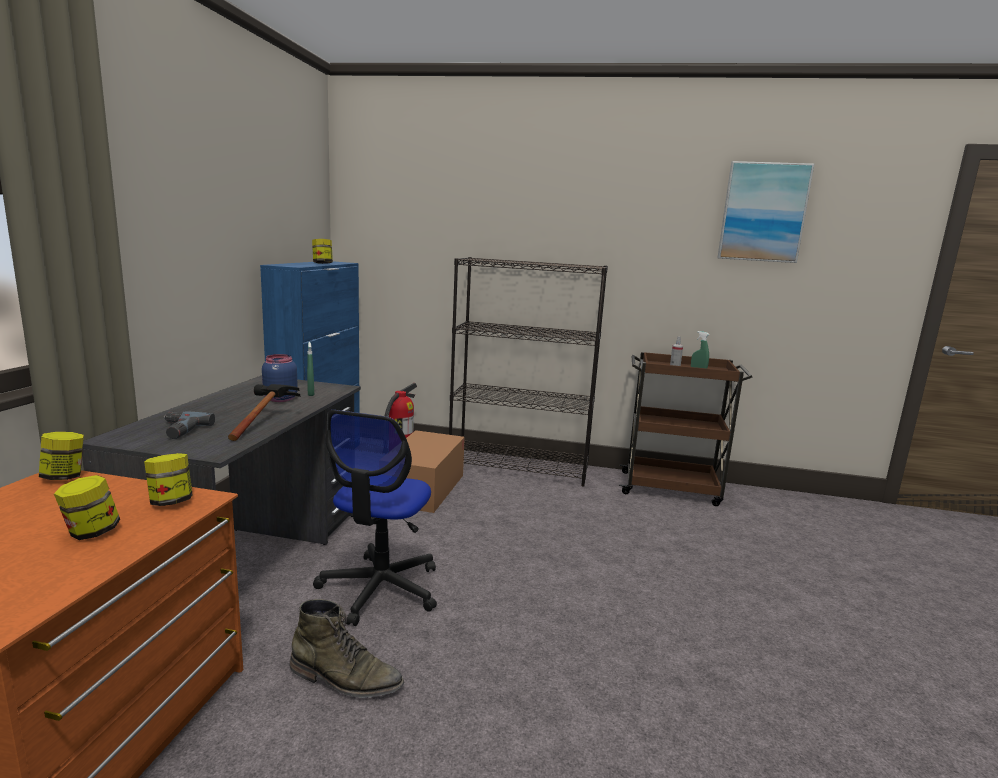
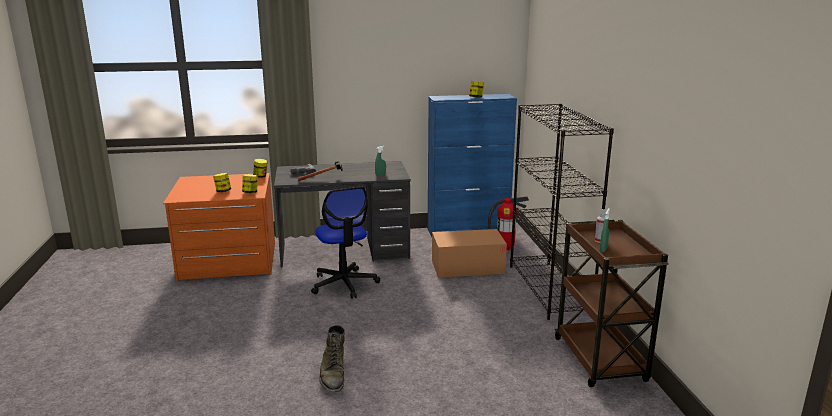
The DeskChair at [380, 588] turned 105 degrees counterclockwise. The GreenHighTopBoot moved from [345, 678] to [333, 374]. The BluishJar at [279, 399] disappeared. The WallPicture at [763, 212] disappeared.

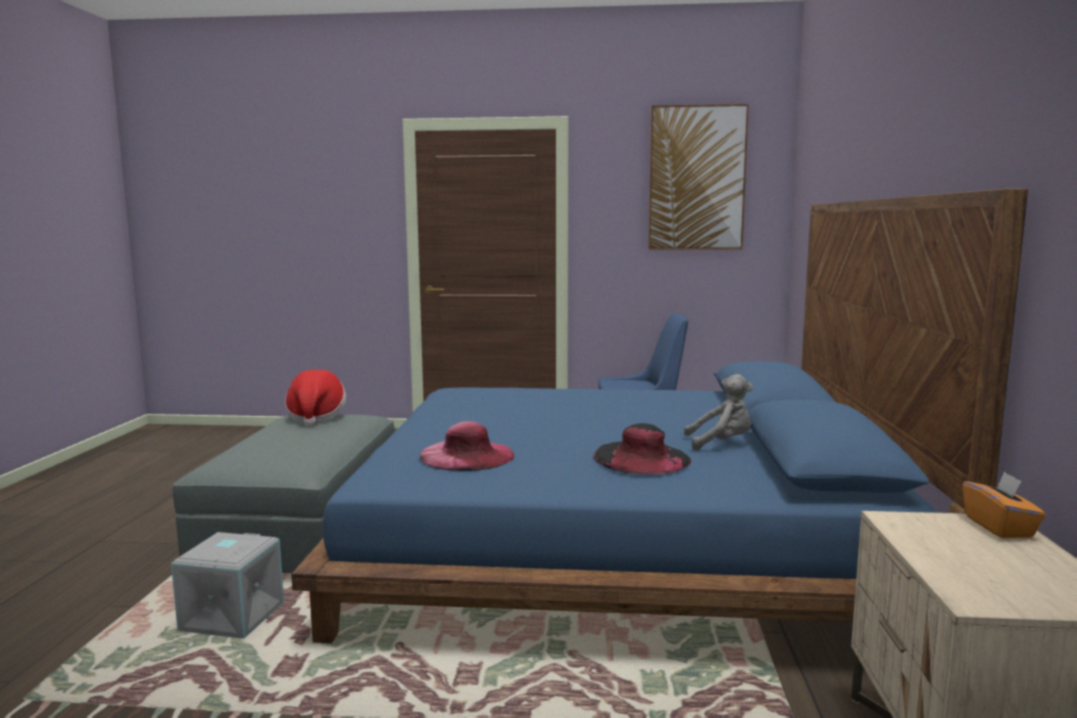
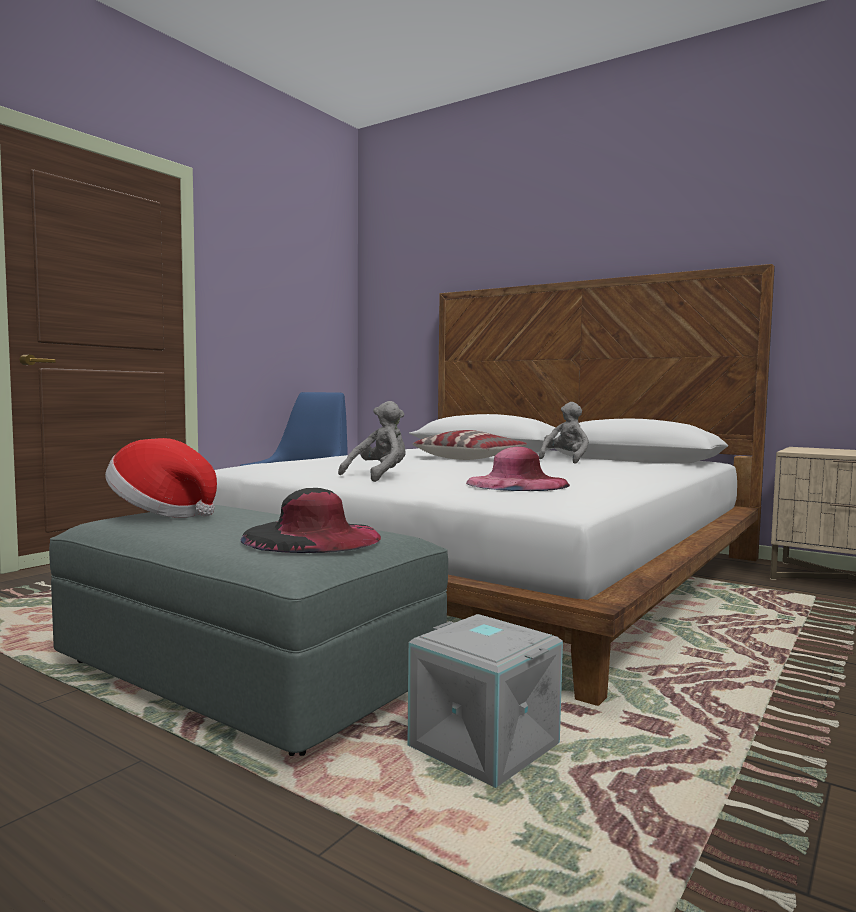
The BluishSleepingBed at [617, 539] became the WhiteSleepingBed at [488, 572]. The BlackishHat moved from [641, 458] to [312, 537]. The GreyishSoftToy at [379, 476] appeared. The ThrowPillow at [470, 458] appeared. The WallPicture at [696, 178] disappeared. The OrangeyTissueBox at [999, 527] disappeared.

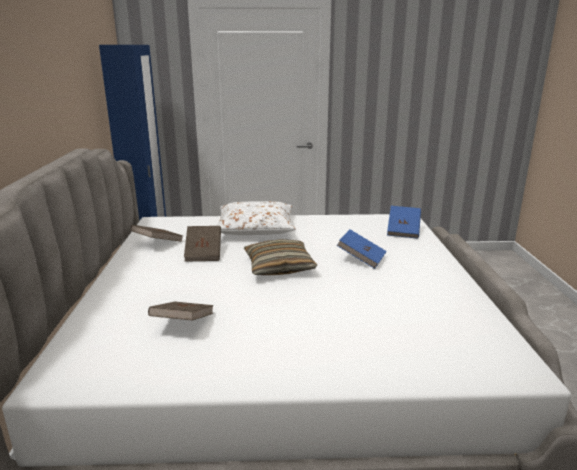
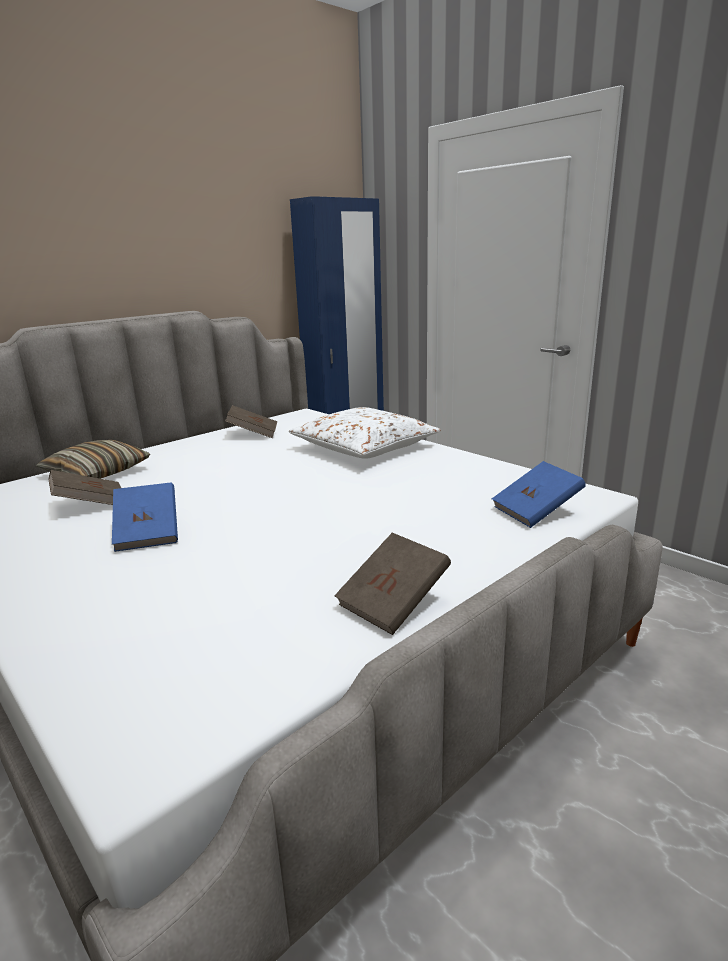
The ThrowPillow moved from [279, 267] to [96, 473]. The BluishVolume moved from [361, 259] to [148, 533]. The BrownVolume moved from [204, 253] to [393, 603].

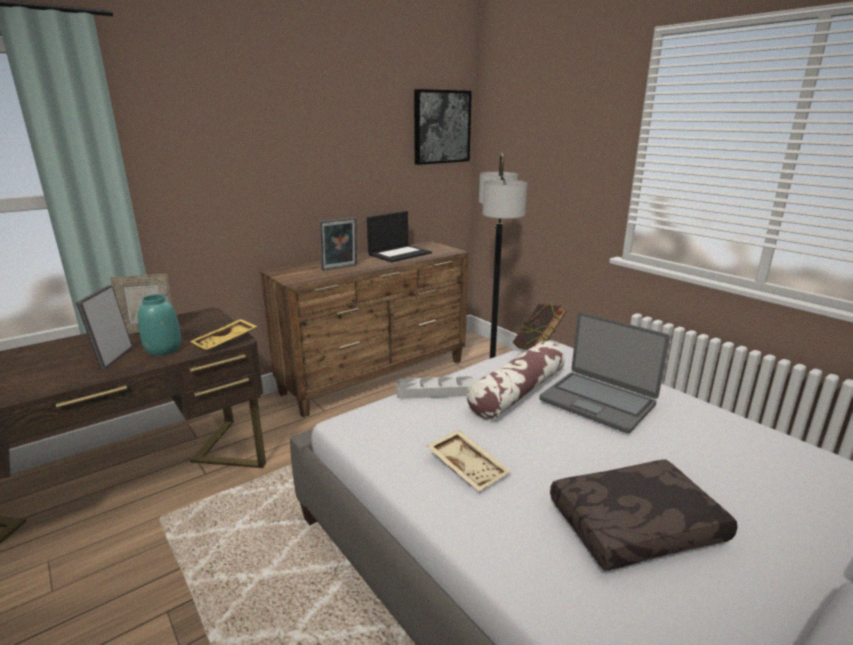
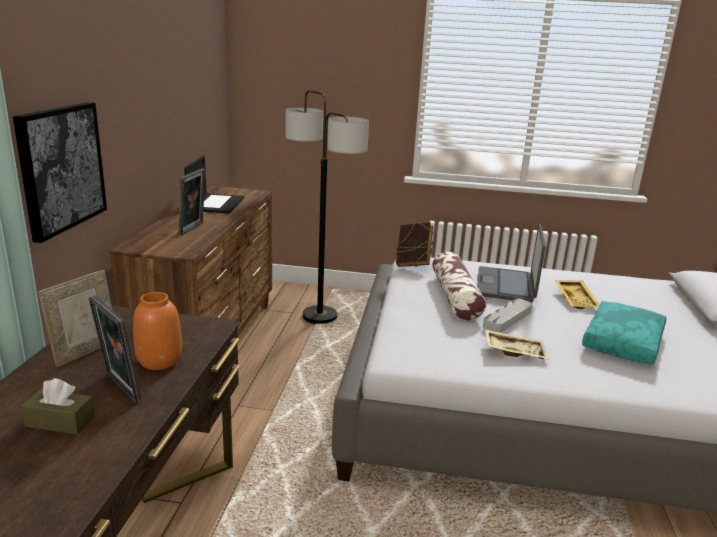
The WallPicture moved from [441, 127] to [61, 168]. The BrownTissueBox at [60, 421] appeared. The BlueGreenDecorativeVase at [164, 350] became the OrangeyDecorativeVase at [160, 360]. The PortableComputer at [598, 401] turned 105 degrees clockwise. The GreyishServingTray moved from [436, 391] to [507, 319]. The YellowishServingTray moved from [226, 342] to [576, 300]. The BrownThrowPillow at [635, 527] became the BlueGreenThrowPillow at [624, 343].

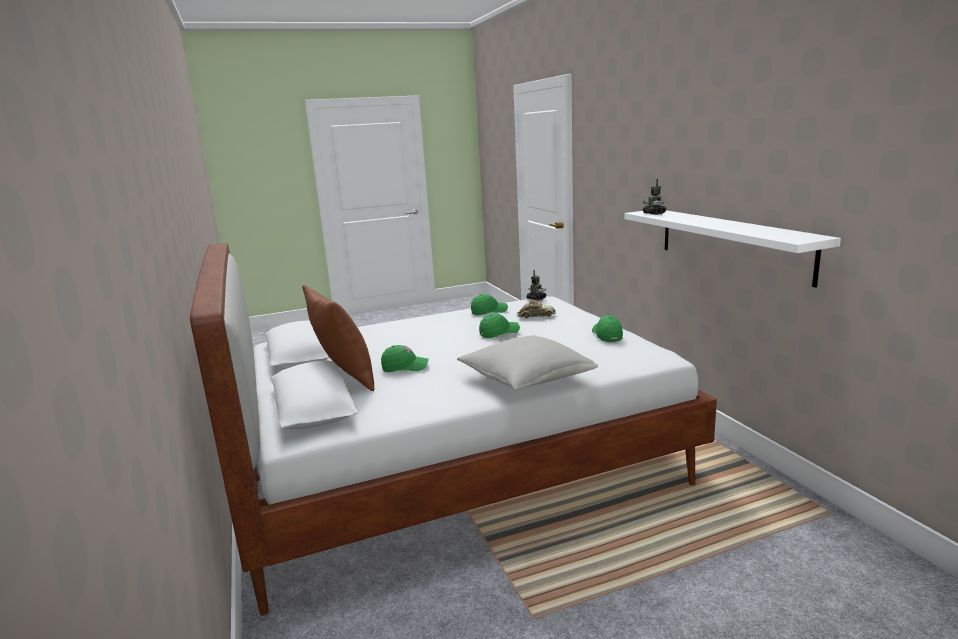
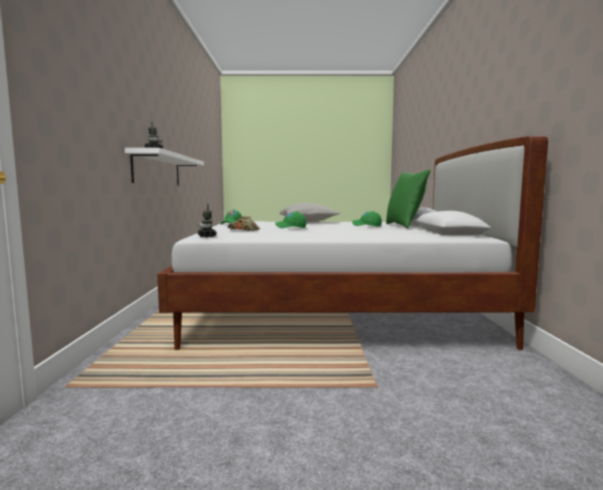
The BrownThrowPillow at [344, 378] became the GreenThrowPillow at [404, 226]. The GreenBaseballCap at [489, 311] disappeared.

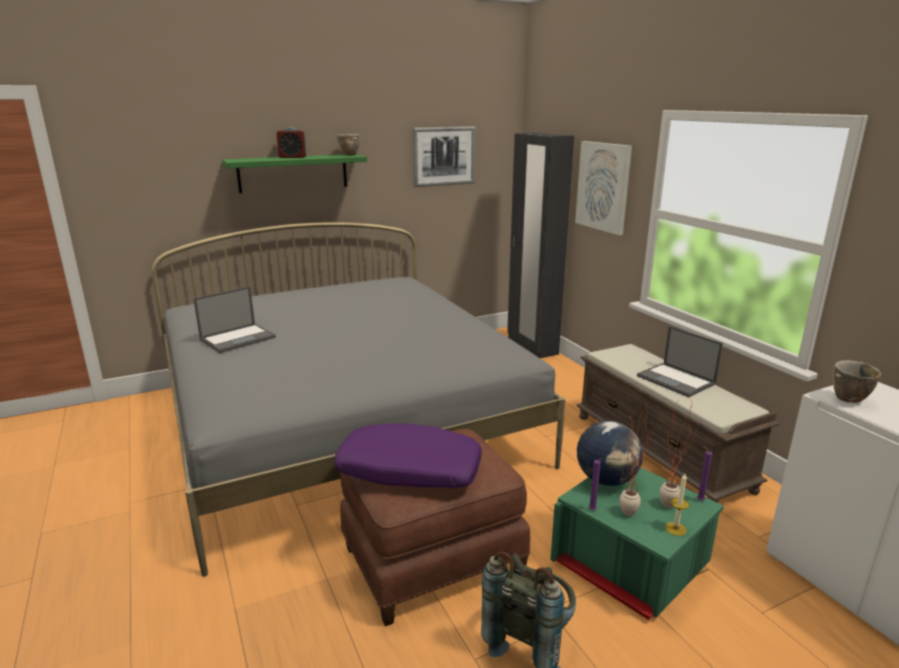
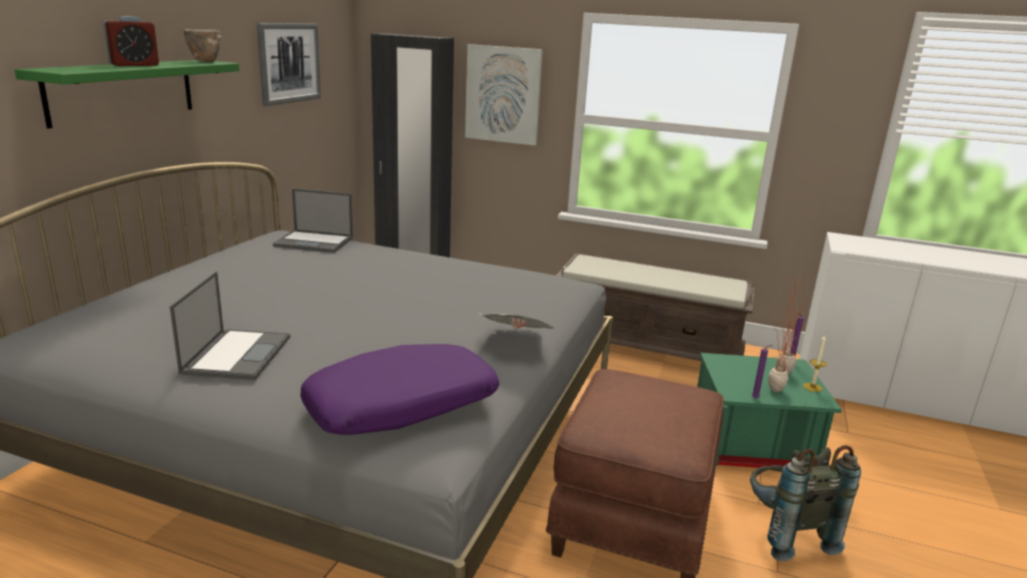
The PortableComputer moved from [676, 380] to [315, 242]. The PurpleColouredThrowPillow moved from [409, 471] to [401, 407]. The DailyPaper at [517, 340] appeared. The DeskGlobe at [606, 479] disappeared. The Bowl at [847, 400] disappeared.

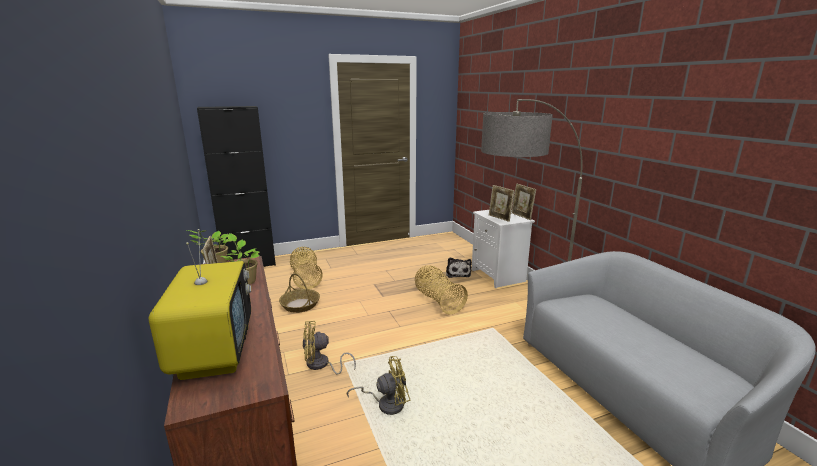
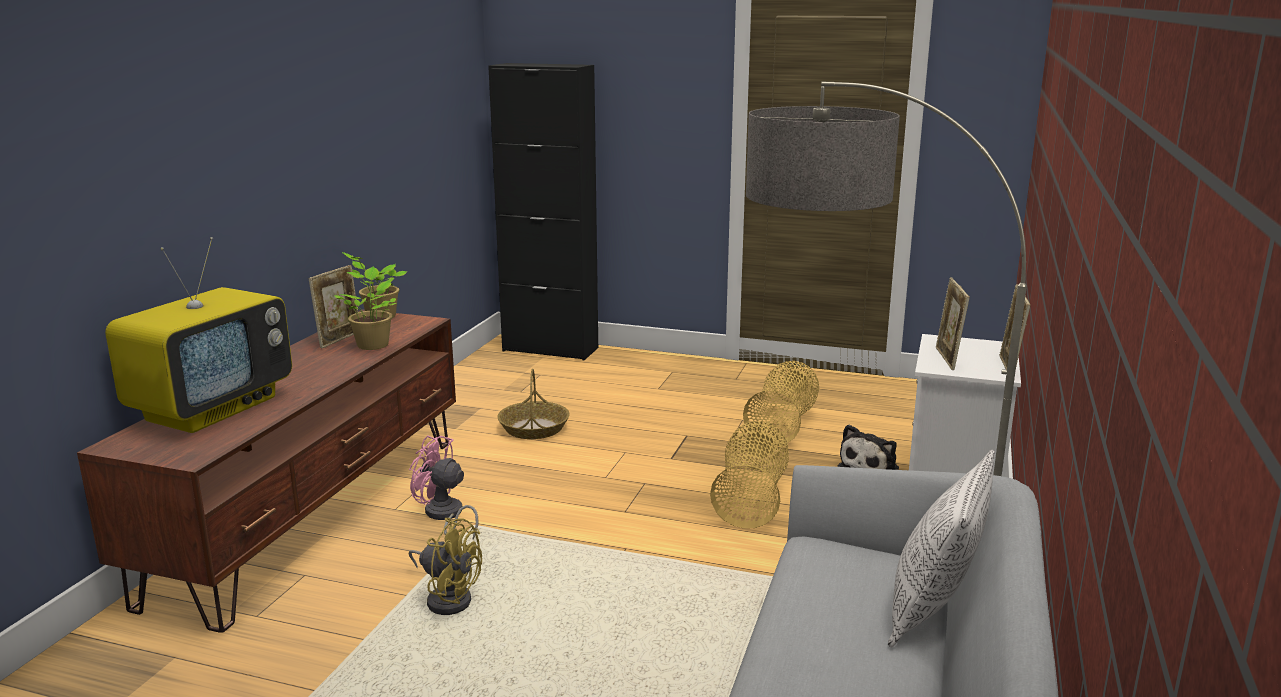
The YellowishFan at [321, 365] became the PinkishFan at [445, 516]. The StorageBasket moved from [306, 278] to [783, 425]. The ThrowPillow at [932, 611] appeared.

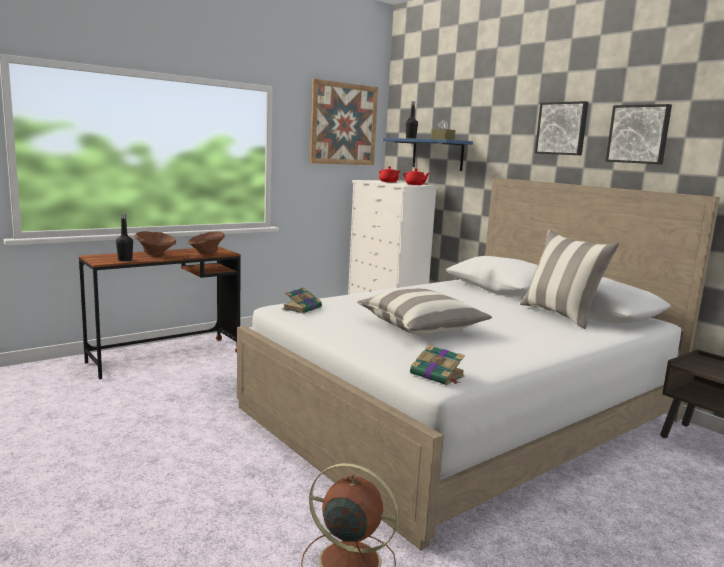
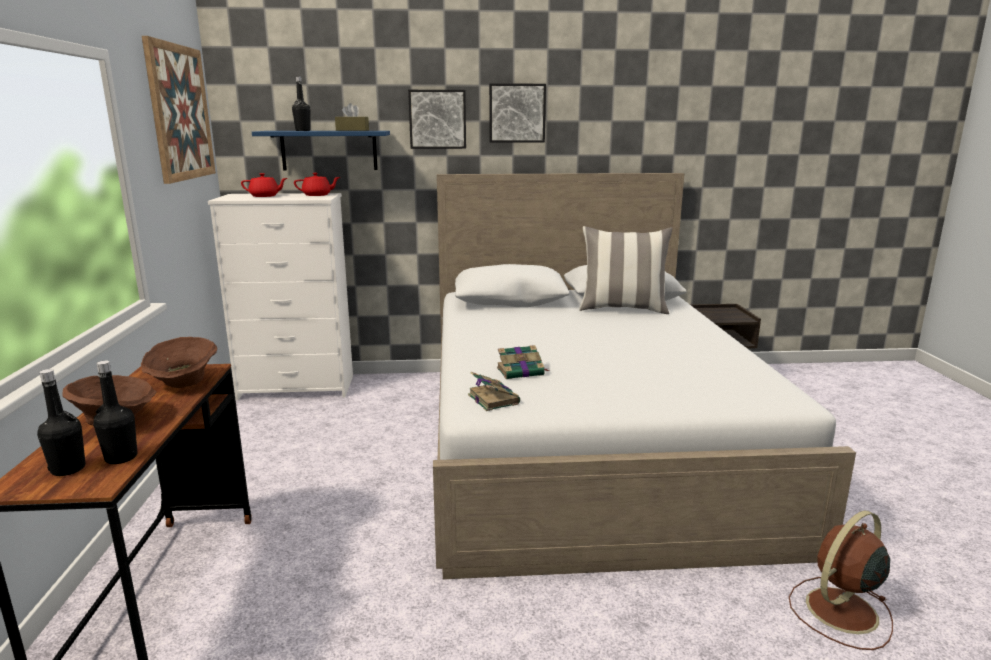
The BlackishBottle at [68, 469] appeared. The WallPicture moved from [639, 134] to [437, 119]. The Volume moved from [438, 375] to [521, 371]. The ThrowPillow at [420, 327] disappeared.

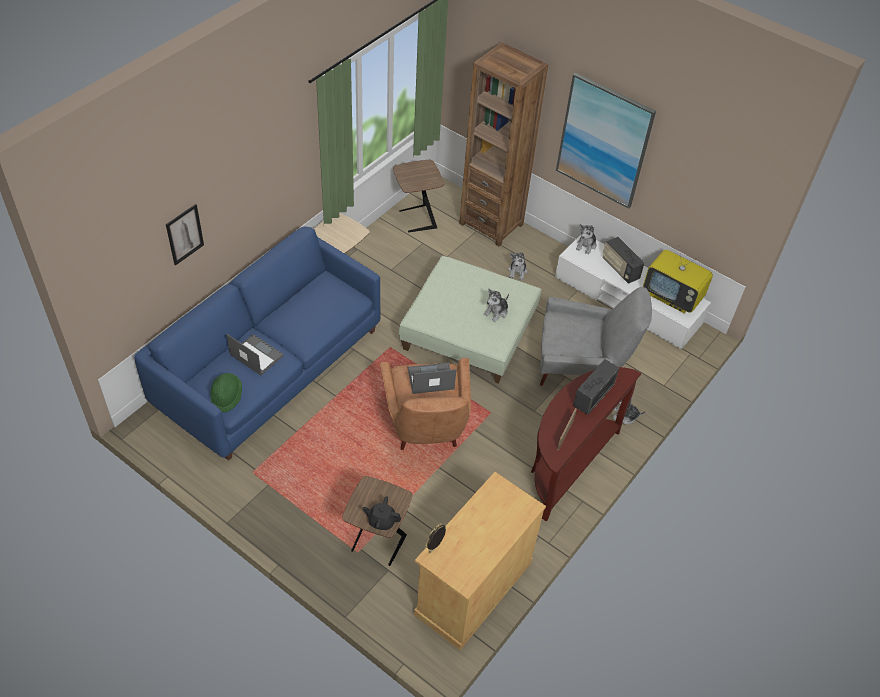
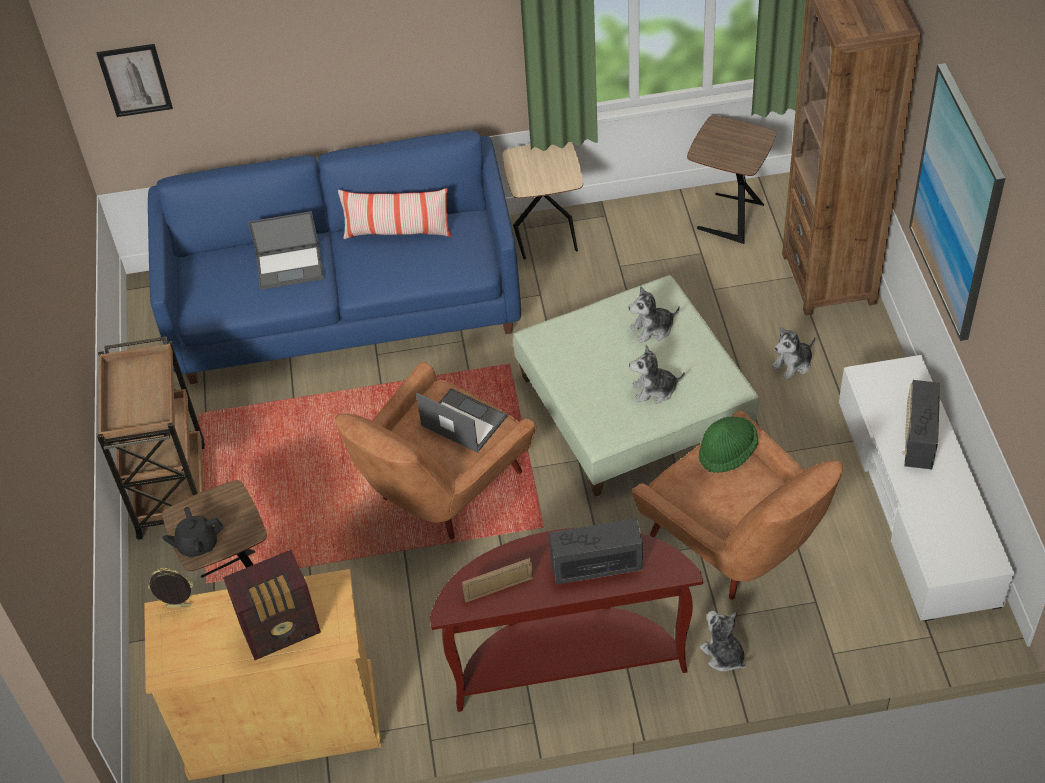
The WallPicture moved from [184, 234] to [135, 80]. The BrownTrolley at [171, 488] appeared. The BlackishPotForTea at [381, 521] turned 75 degrees counterclockwise. The RadioSet at [282, 630] appeared. The PortableComputer at [256, 355] turned 90 degrees clockwise. The ThrowPillow at [397, 232] appeared. The SoftToy moved from [586, 245] to [652, 329]. The GreyishEasyChair at [581, 367] became the BrownEasyChair at [736, 548]. The GreenHat moved from [226, 397] to [727, 452]. The Television at [673, 297] disappeared.

